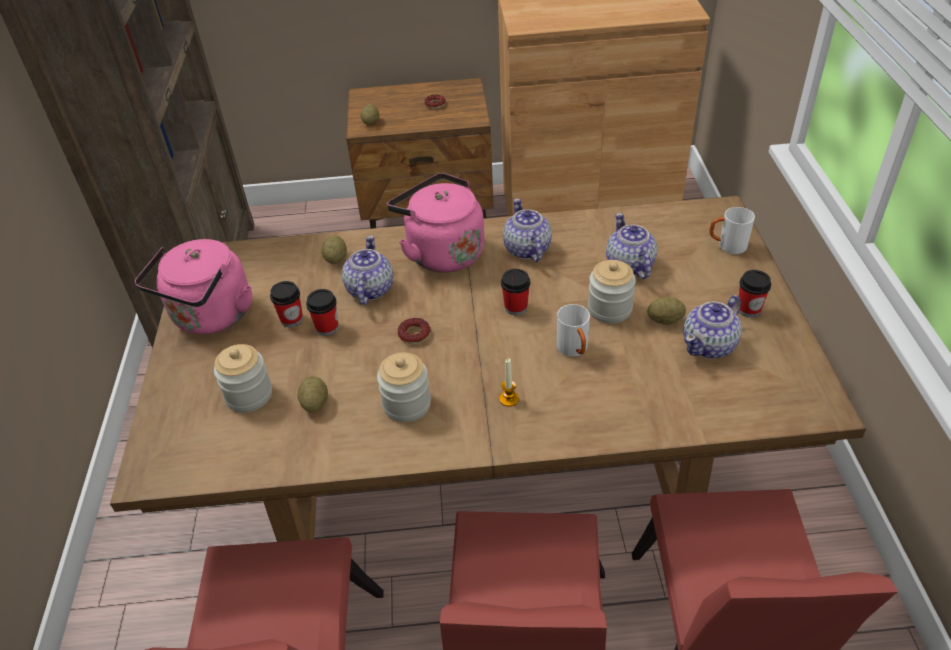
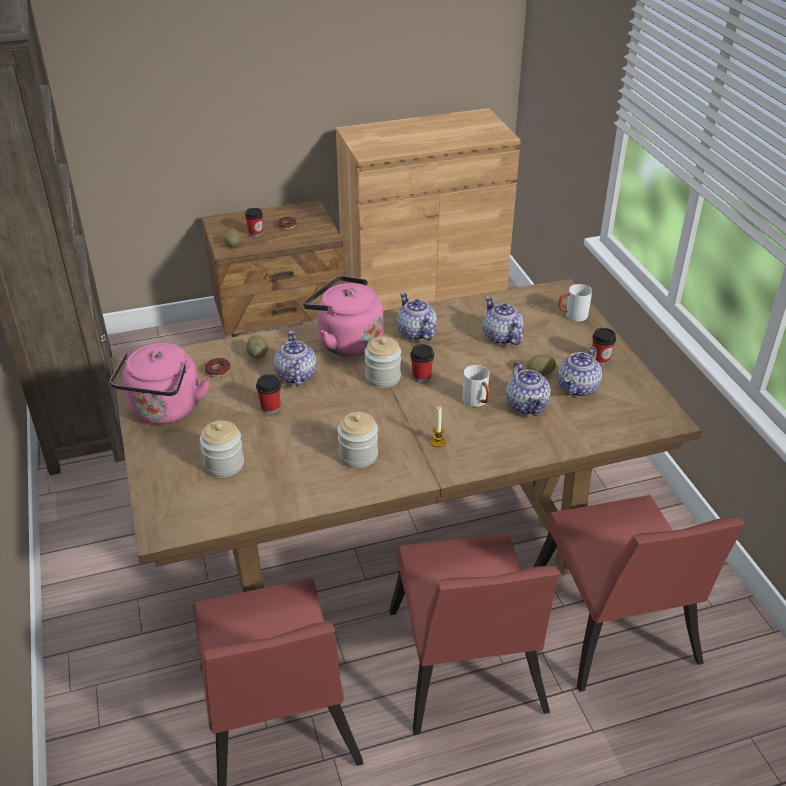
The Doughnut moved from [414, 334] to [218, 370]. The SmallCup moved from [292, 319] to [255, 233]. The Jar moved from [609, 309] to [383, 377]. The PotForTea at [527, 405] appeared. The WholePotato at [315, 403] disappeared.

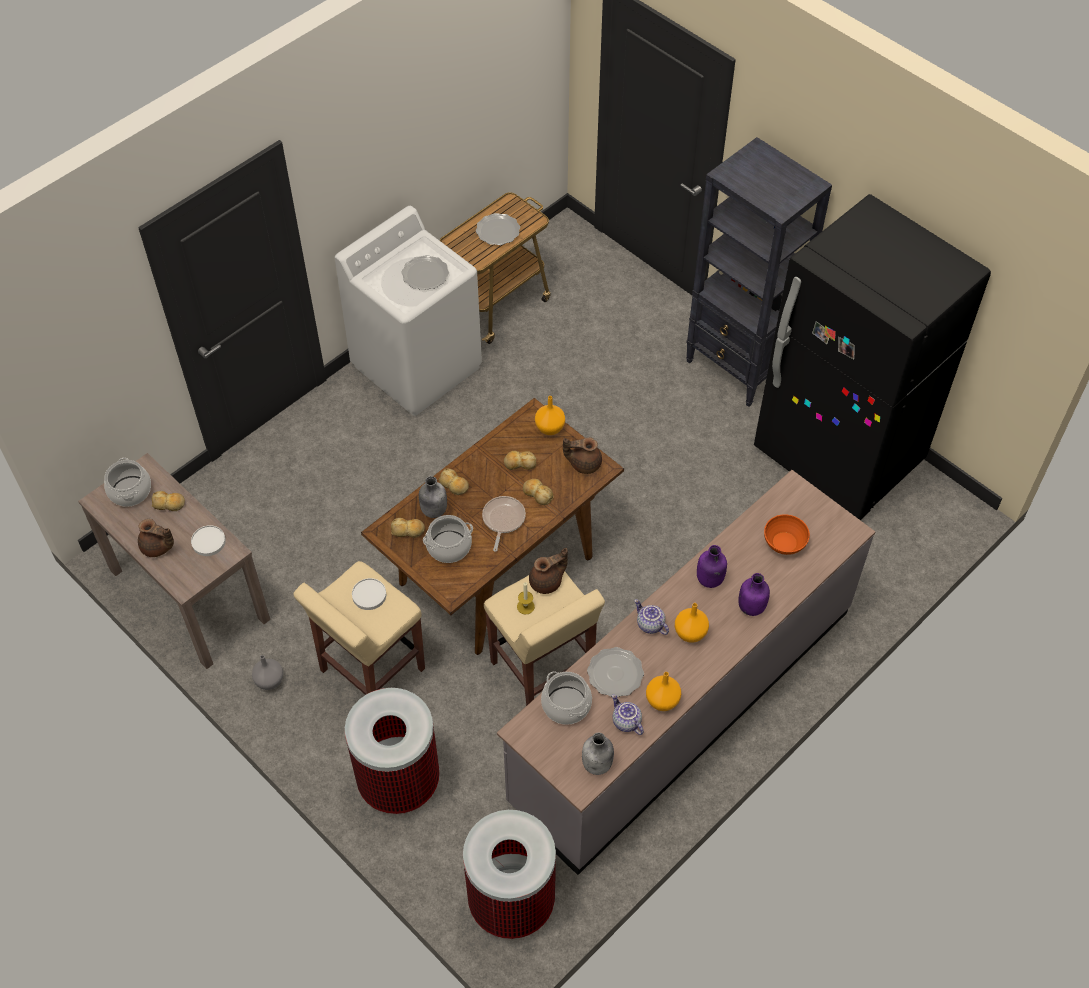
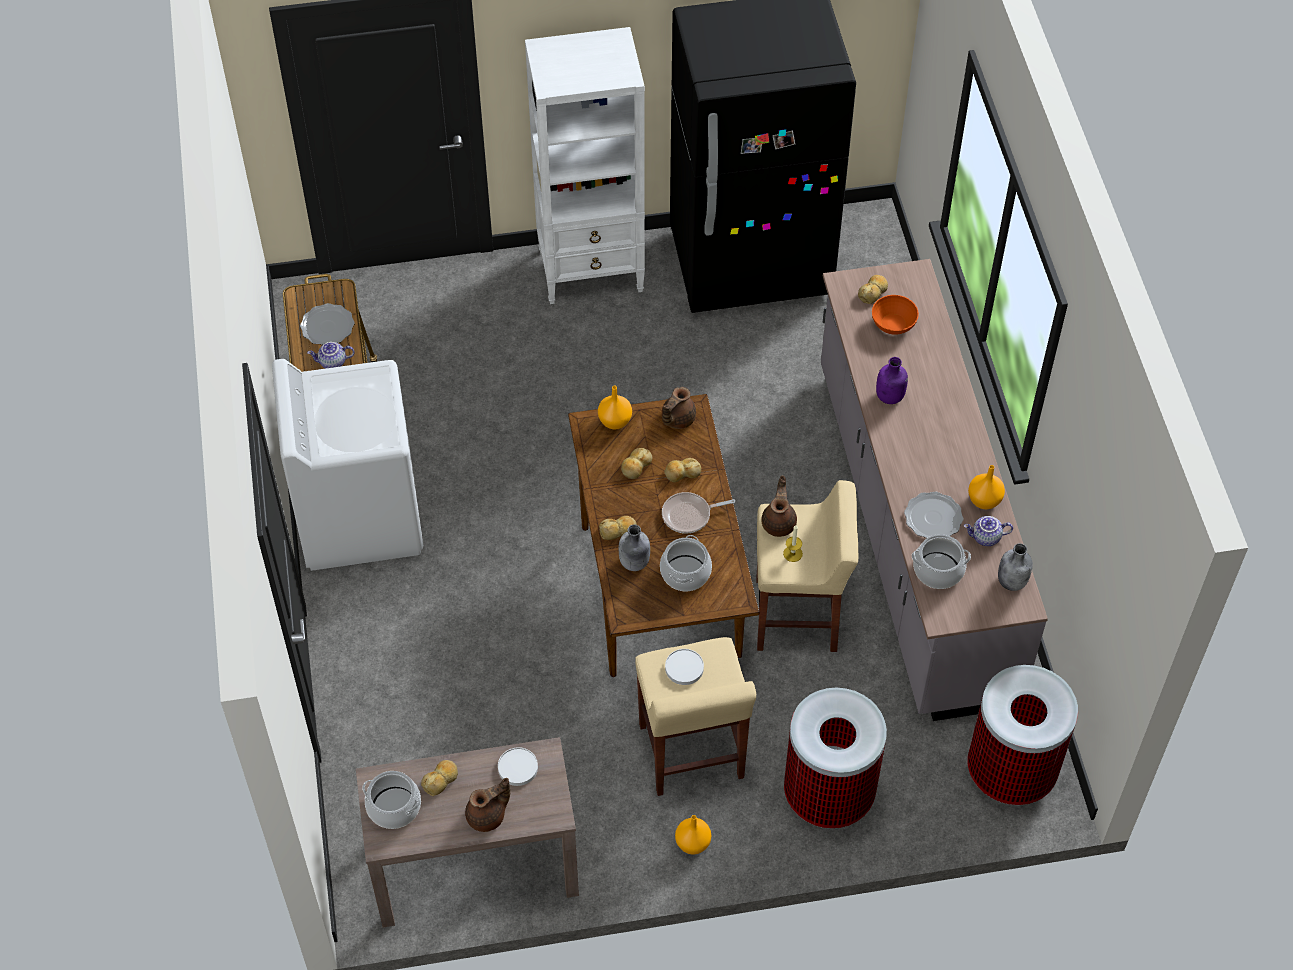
The PotForTea moved from [649, 625] to [332, 363]. The BlackishBookshelf at [739, 367] became the WhiteBookshelf at [592, 270]. The Pan at [503, 520] turned 60 degrees counterclockwise. The OrangeyDecorativeVase moved from [689, 633] to [692, 844]. The BakeryBread moved from [408, 530] to [873, 292]. The GreyishDecorativeVase at [270, 681] disappeared. The DinnerPlate at [425, 275] disappeared. The PurpleColouredBottle at [752, 607] disappeared.

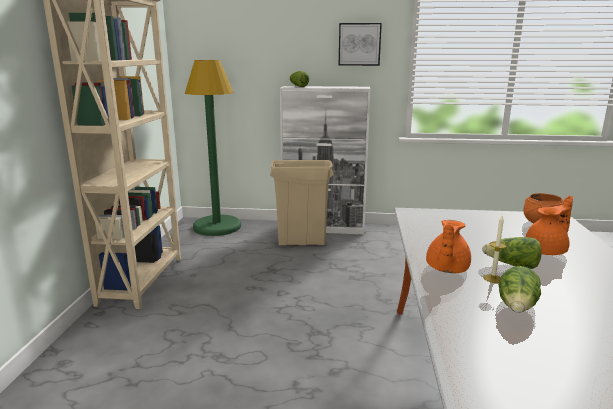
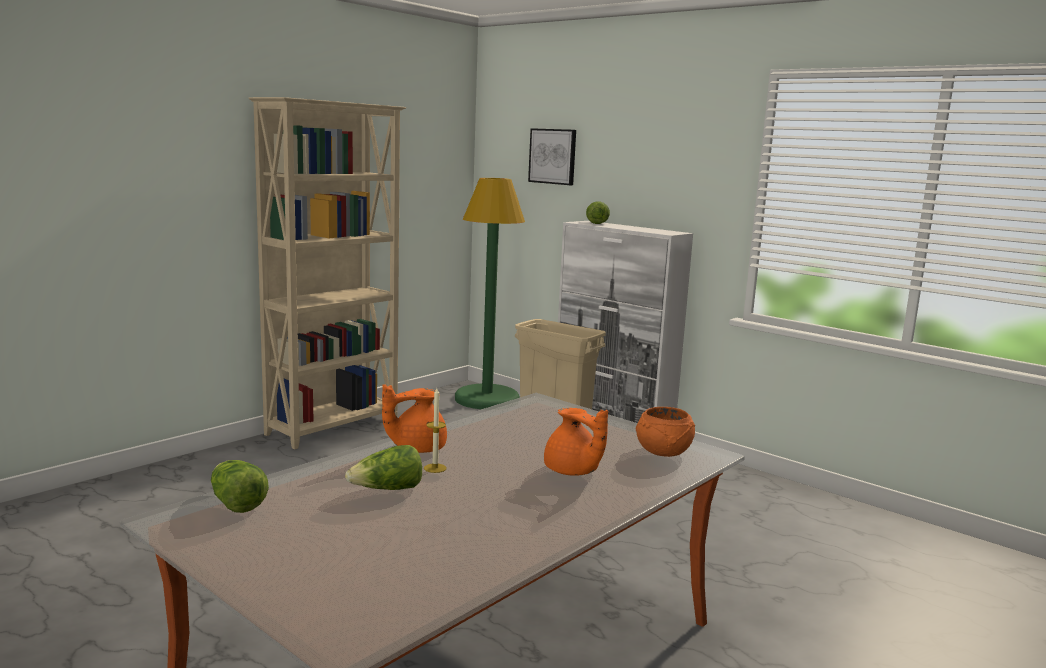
The HeadOfLettuce moved from [512, 265] to [236, 503]. The WallPicture moved from [359, 44] to [553, 156]. The OrangeyPotForTea at [547, 251] turned 45 degrees clockwise.

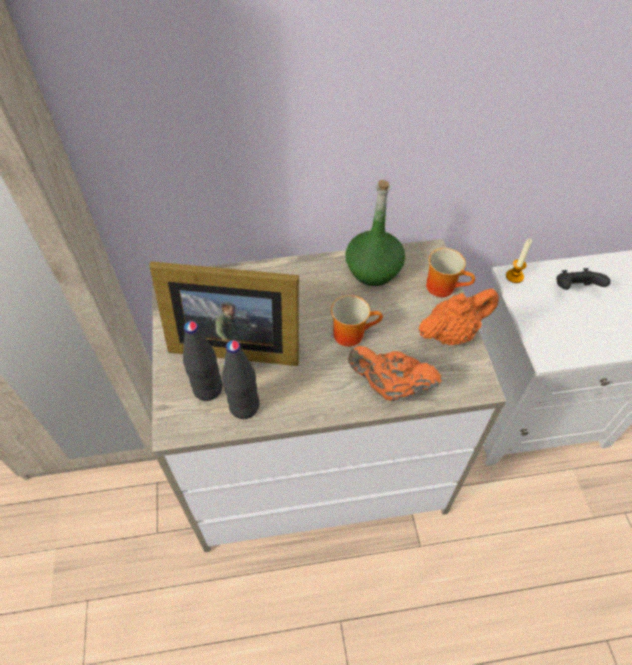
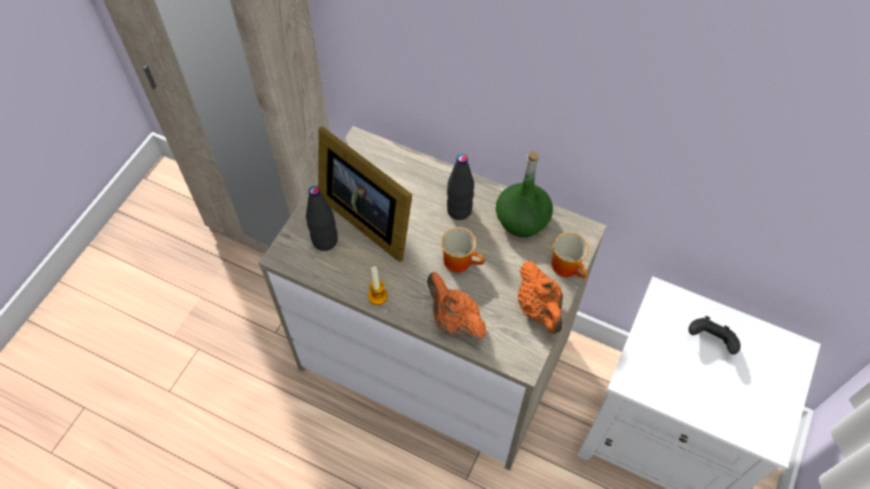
The Candle moved from [514, 276] to [377, 296]. The BlackishBottle moved from [244, 406] to [459, 210]. The OrangeyPotForTea at [452, 333] turned 60 degrees clockwise.

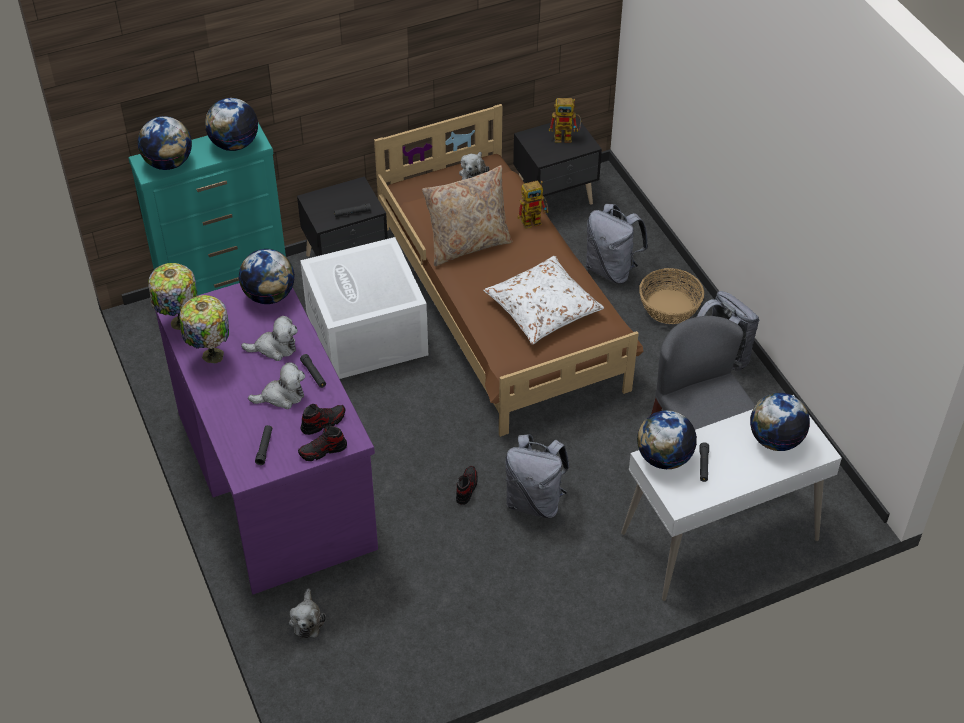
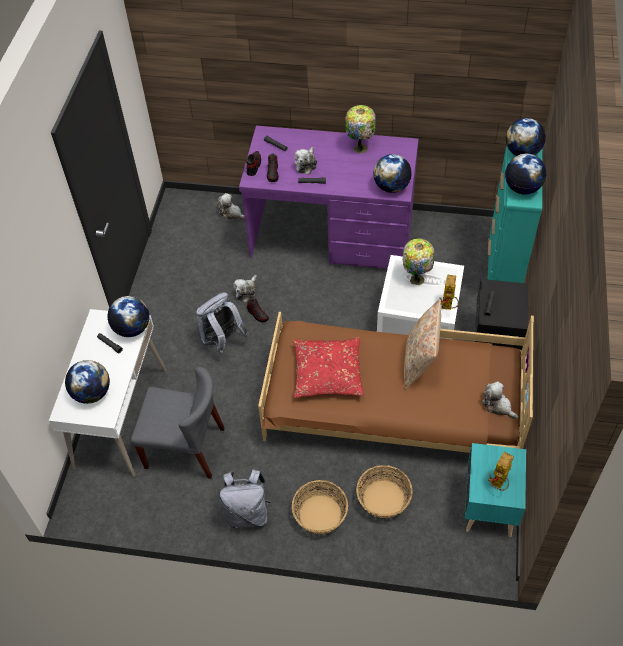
The SoftToy moved from [275, 348] to [246, 291]. The WhiteThrowPillow at [543, 308] became the RedColouredThrowPillow at [327, 373]. The GreyishBackpack at [611, 270] was replaced by the StorageBasket at [383, 499]. The LampForATable moved from [179, 323] to [416, 278]. The RobotFigure moved from [534, 220] to [448, 307]. The BlackishBedsideTable at [555, 199] became the BlueGreenBedsideTable at [488, 508].

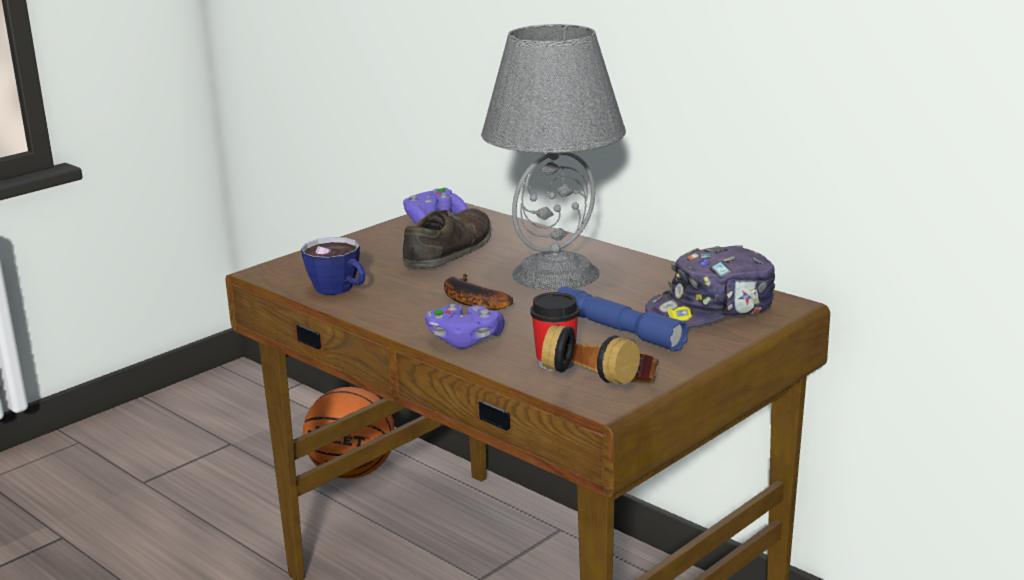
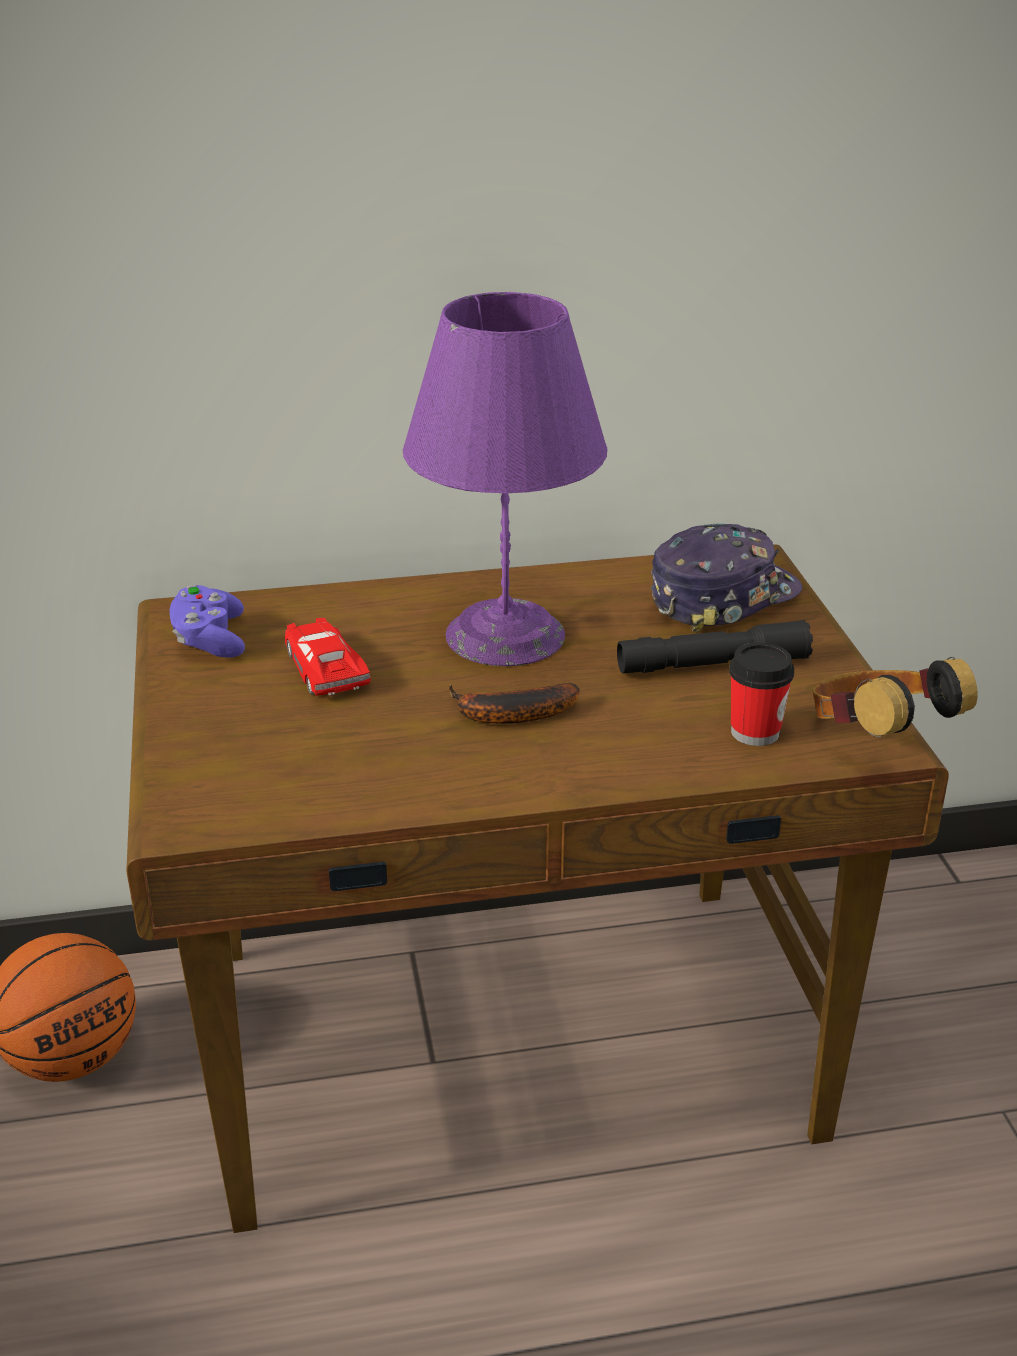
The BrownItemOfFootwear at [449, 250] was replaced by the RedColouredToyCar at [325, 667]. The GreyishLampForATable at [555, 274] became the PurpleColouredLampForATable at [506, 635]. The BluishFlashlight at [618, 330] became the BlackishFlashlight at [712, 664]. The BaseballCap at [712, 309] turned 135 degrees counterclockwise. The SmallCup at [340, 290] disappeared. The PurpleColouredJoypad at [464, 341] disappeared.

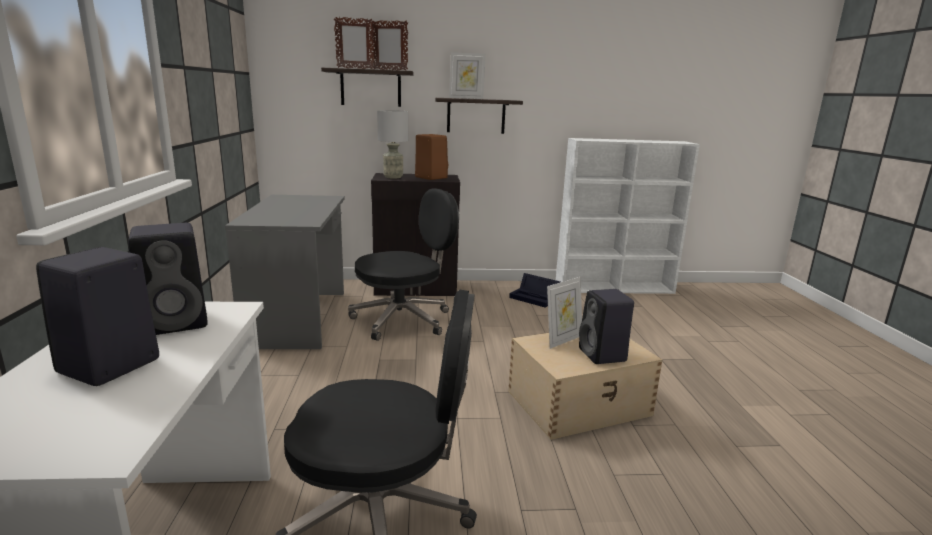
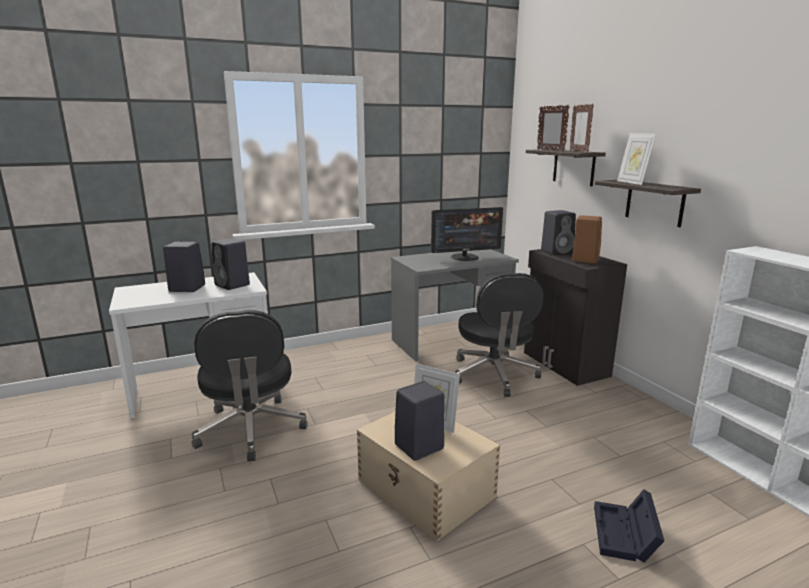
The Monitor at [465, 257] appeared. The BlackishDeskChair at [403, 320] turned 45 degrees clockwise. The GreyishLampForATable at [393, 177] was replaced by the BlackishLoudspeaker at [557, 252]. The BlackishStorageBin moved from [536, 298] to [625, 536].

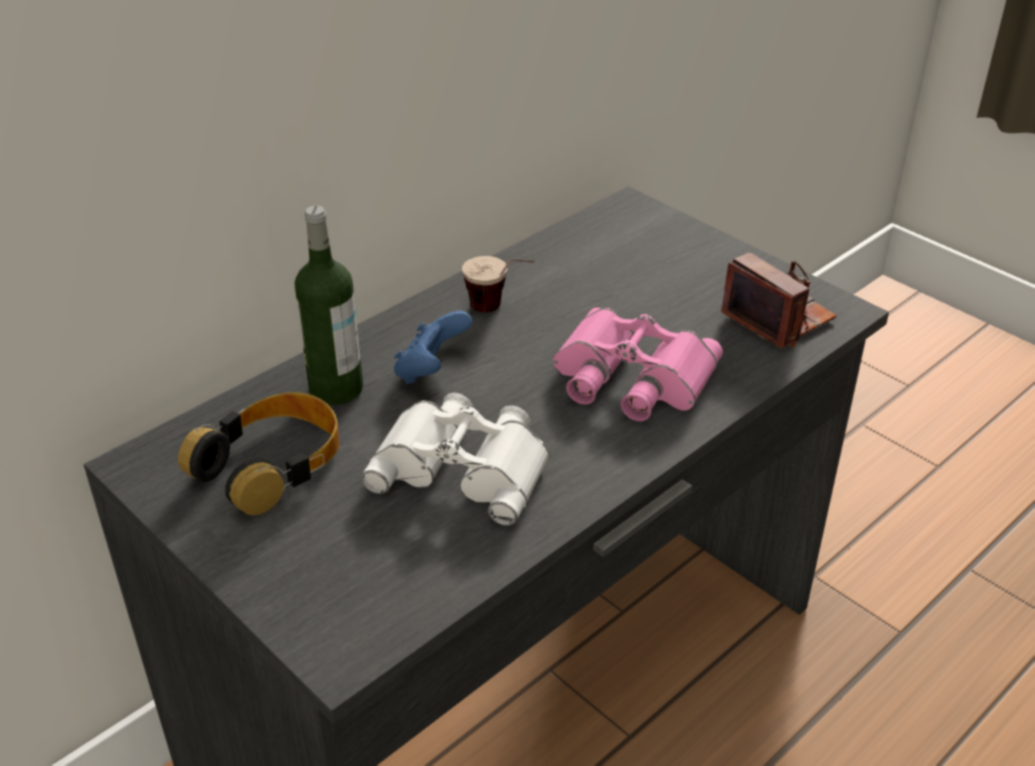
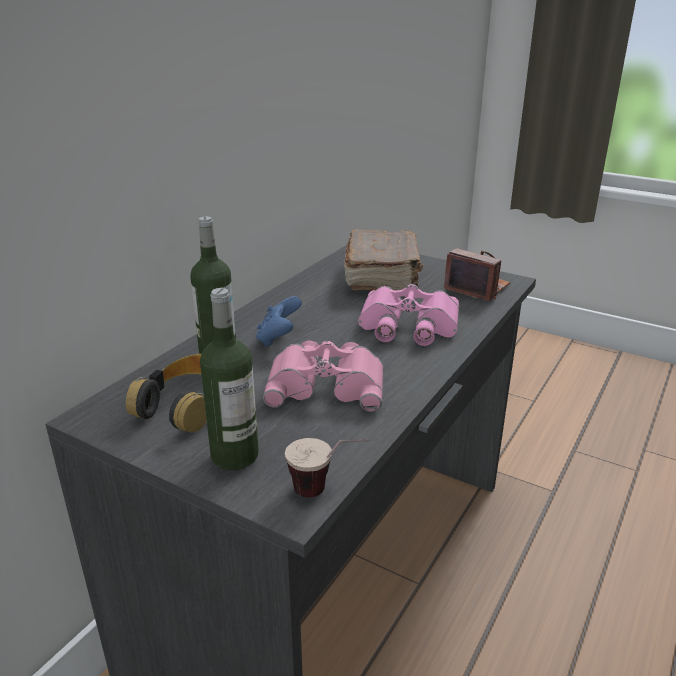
The Bottle at [234, 455] appeared. The WhiteBinoculars at [464, 465] became the PinkishBinoculars at [327, 384]. The SmallCup moved from [500, 311] to [326, 492]. The BrownVolume at [383, 277] appeared.

